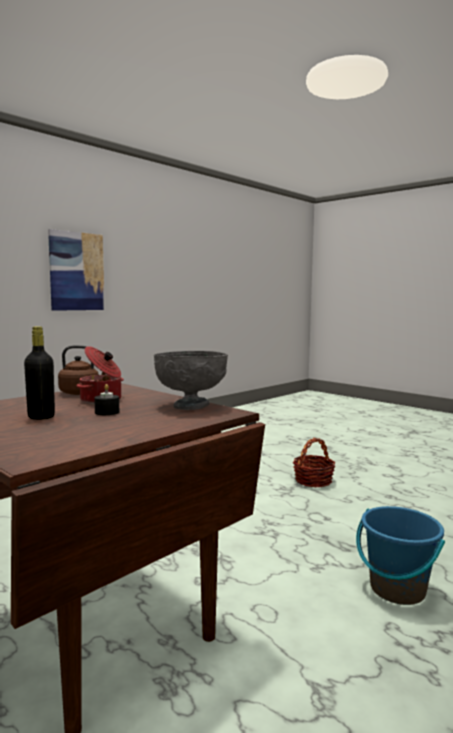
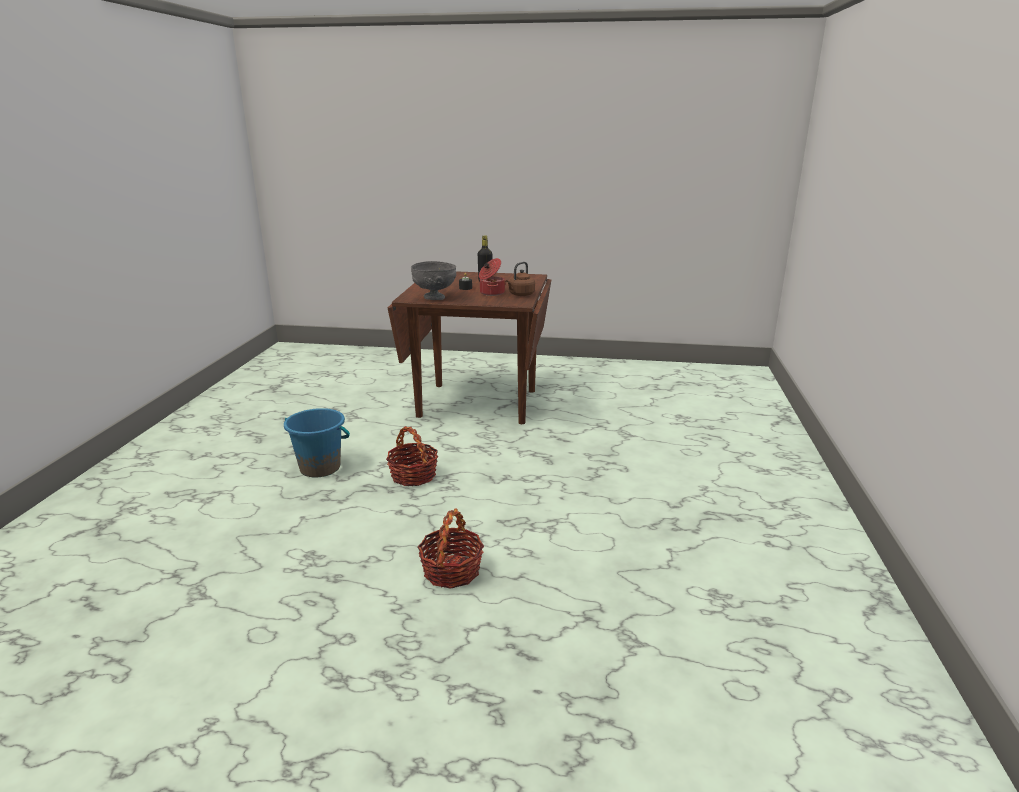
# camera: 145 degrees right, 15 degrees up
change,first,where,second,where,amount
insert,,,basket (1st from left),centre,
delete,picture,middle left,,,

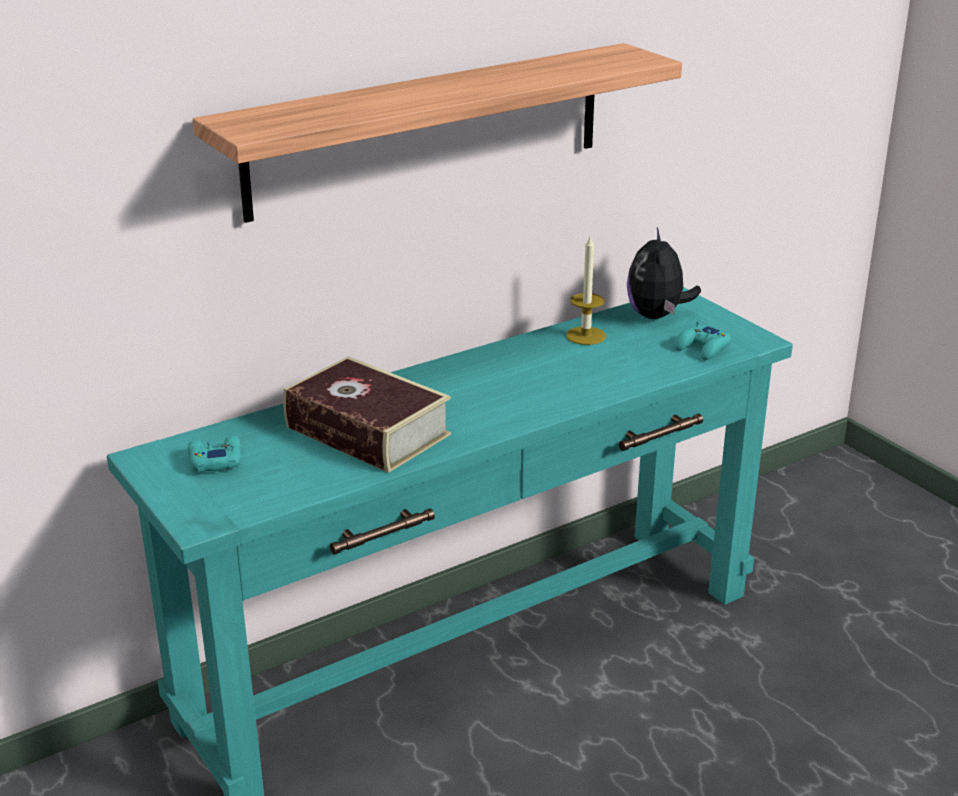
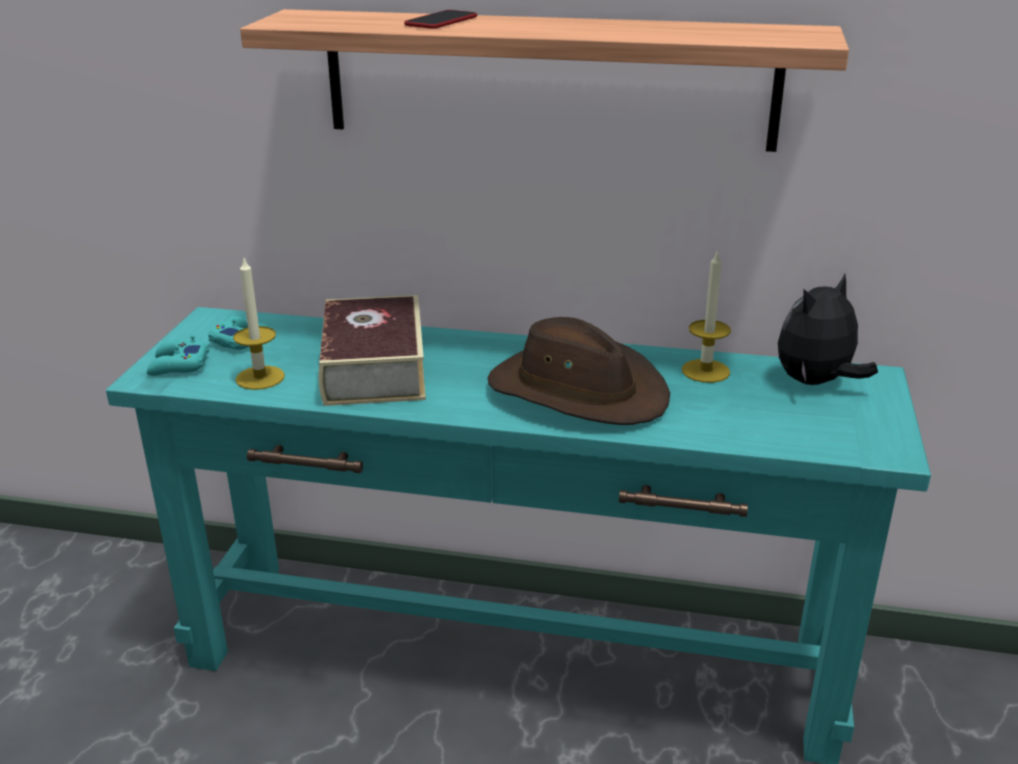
# camera: 45 degrees right, 0 degrees up
change,first,where,second,where,amount
move,game controller/turquoise-coloured (2nd from left in the first image),middle right,game controller/turquoise-coloured (1st from left),middle left,
insert,,,candle (1st from left),middle left,
insert,,,handset,top centre,
insert,,,clothing hat/brownish,centre,

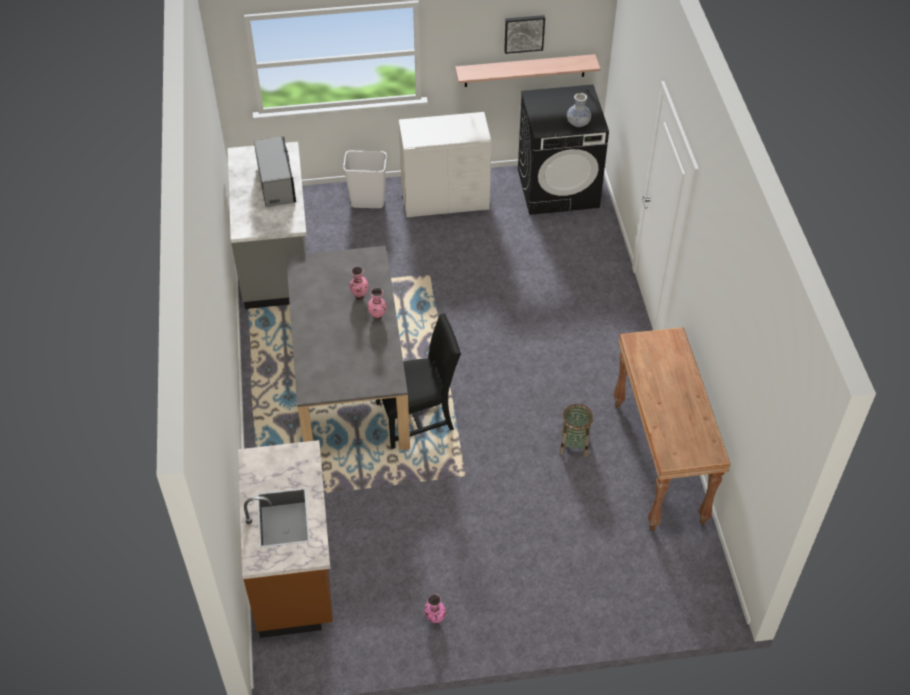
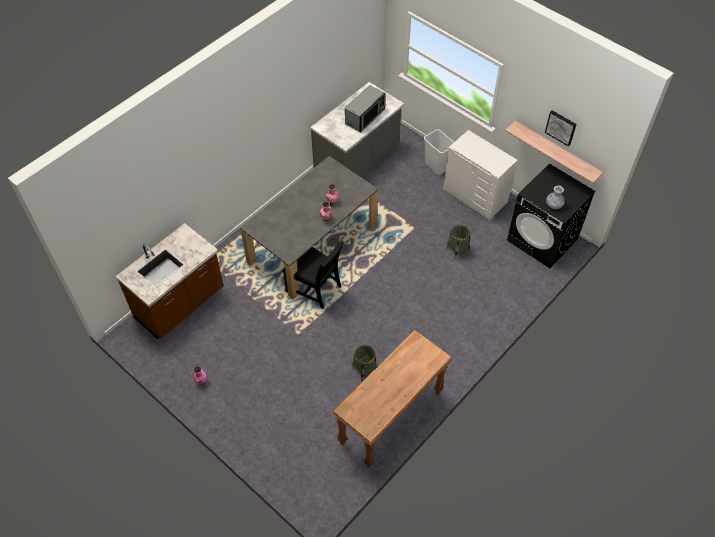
# camera: 50 degrees right, 5 degrees up
change,first,where,second,where,amount
insert,,,basket (2nd from left),centre,

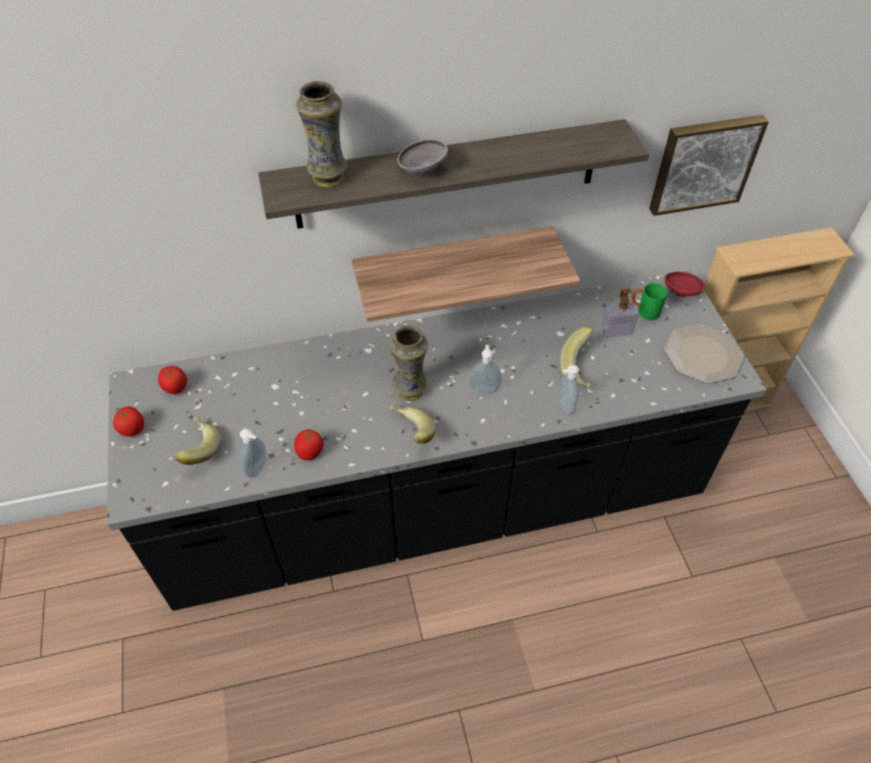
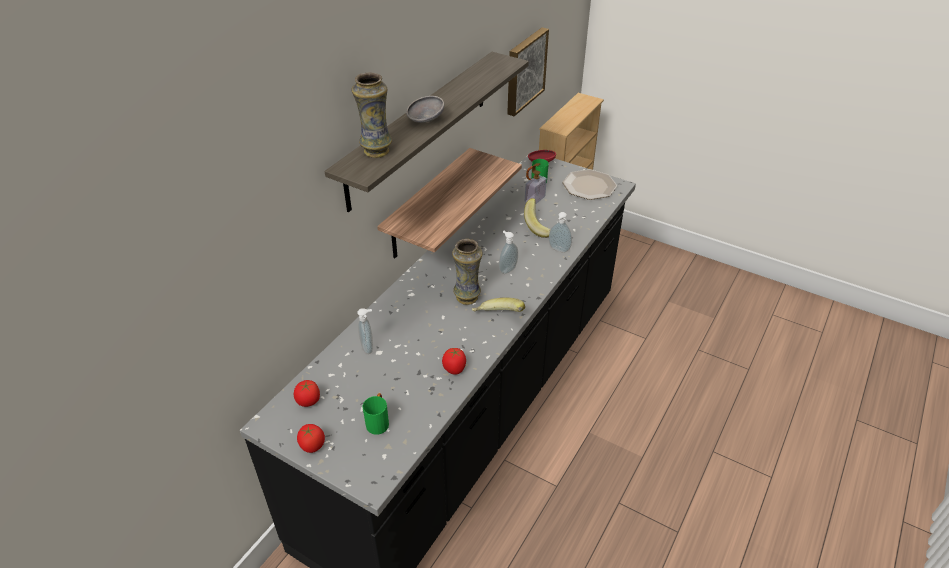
# camera: 45 degrees left, 10 degrees down
change,first,where,second,where,amount
move,liquid soap bottle (1st from left),middle left,,centre,
replace,banana (1st from left),middle left,tea mug/greenish (1st from left),bottom centre,

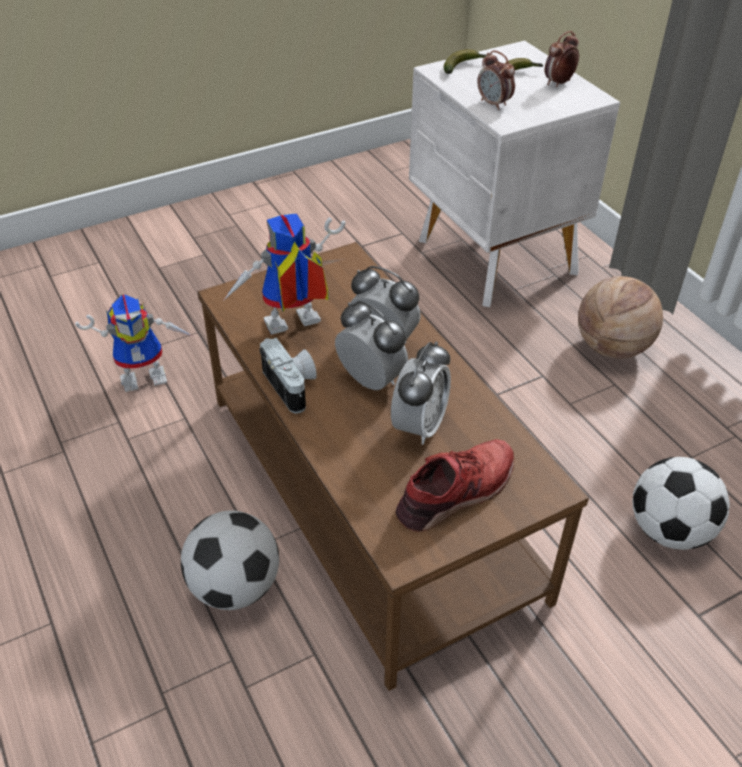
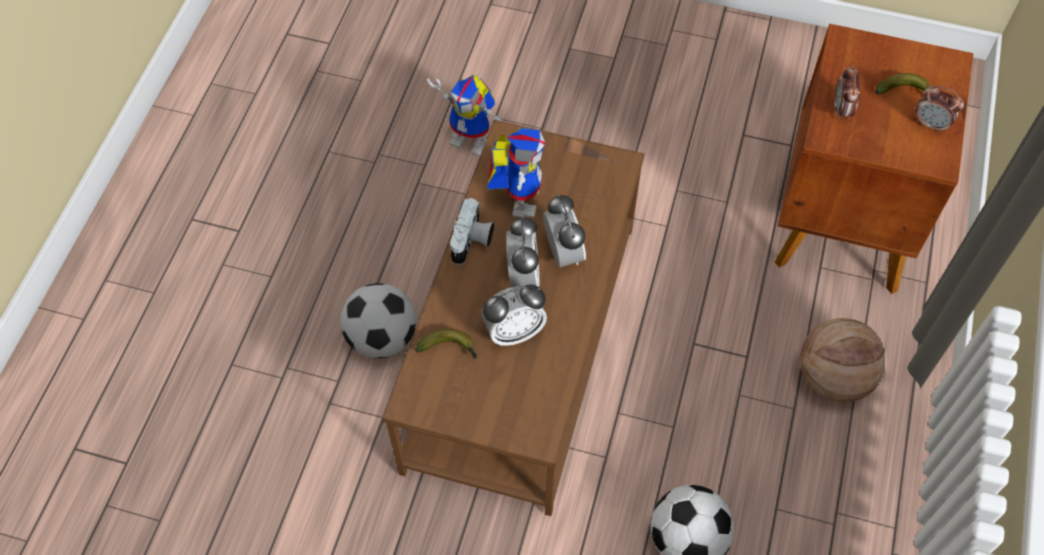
# camera: 45 degrees right, 15 degrees up
change,first,where,second,where,amount
move,banana (1st from left),top centre,,centre,
rotate,robot figure (2nd from left),centre,,top centre,75 degrees clockwise
recolor,bedside table/white,top right,bedside table/brownish,top right,
rotate,bedside clock (5th from left),top right,,top right,150 degrees counterclockwise
delete,shoe/red,centre,,,

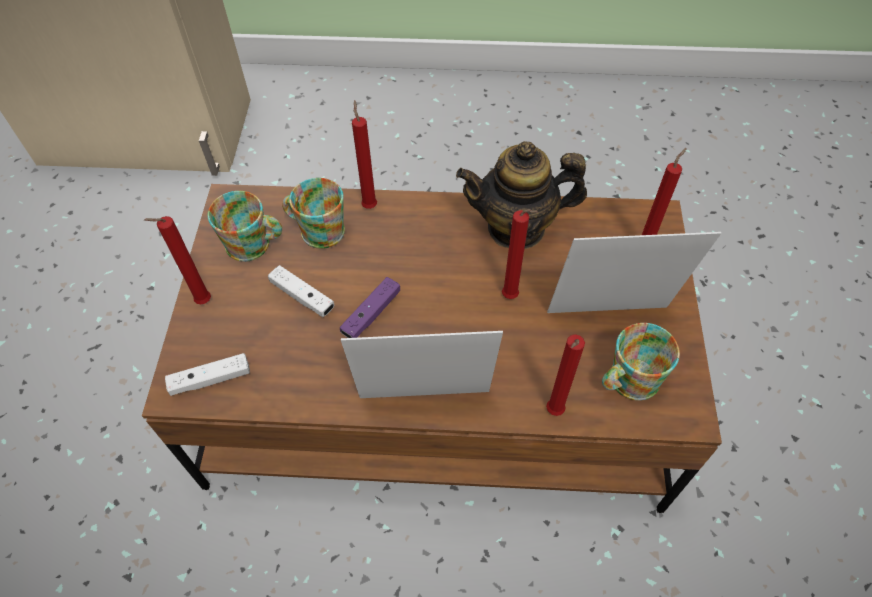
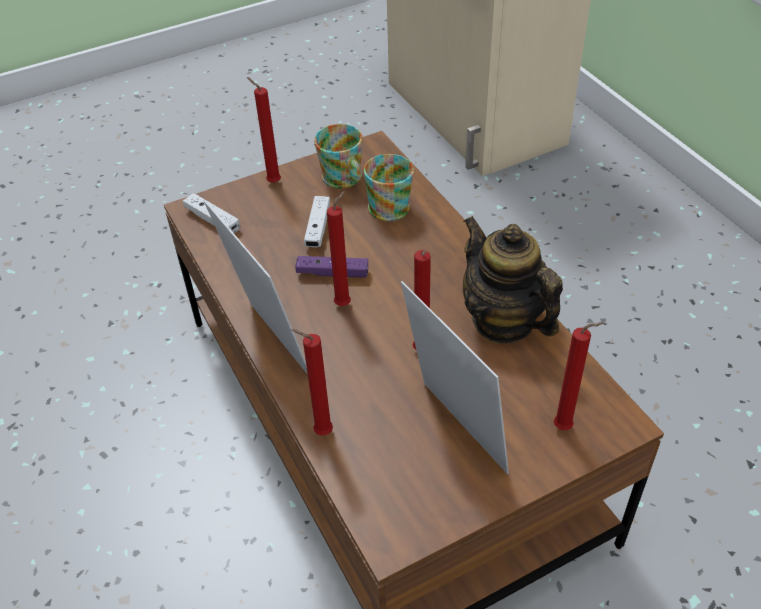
# camera: 60 degrees right, 10 degrees down
change,first,where,second,where,amount
move,candle/red (2nd from left in the first image),top centre,candle/red (3rd from left),centre,
delete,tea mug (3rd from left),middle right,,,

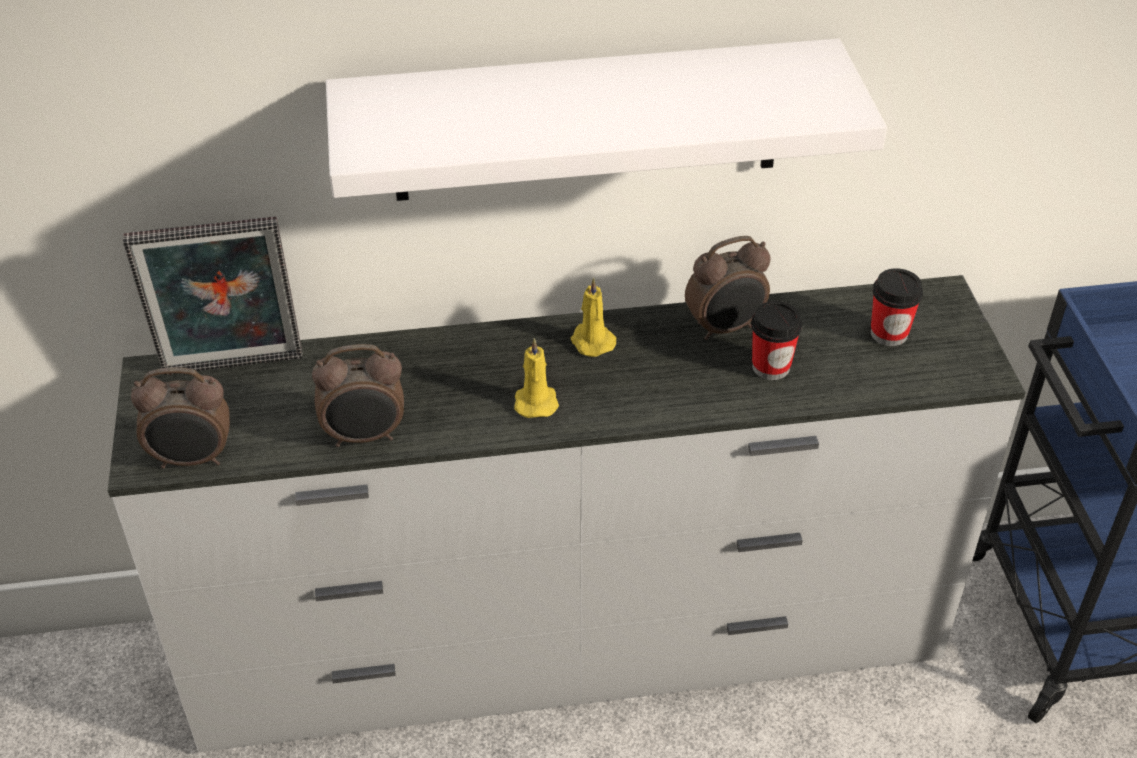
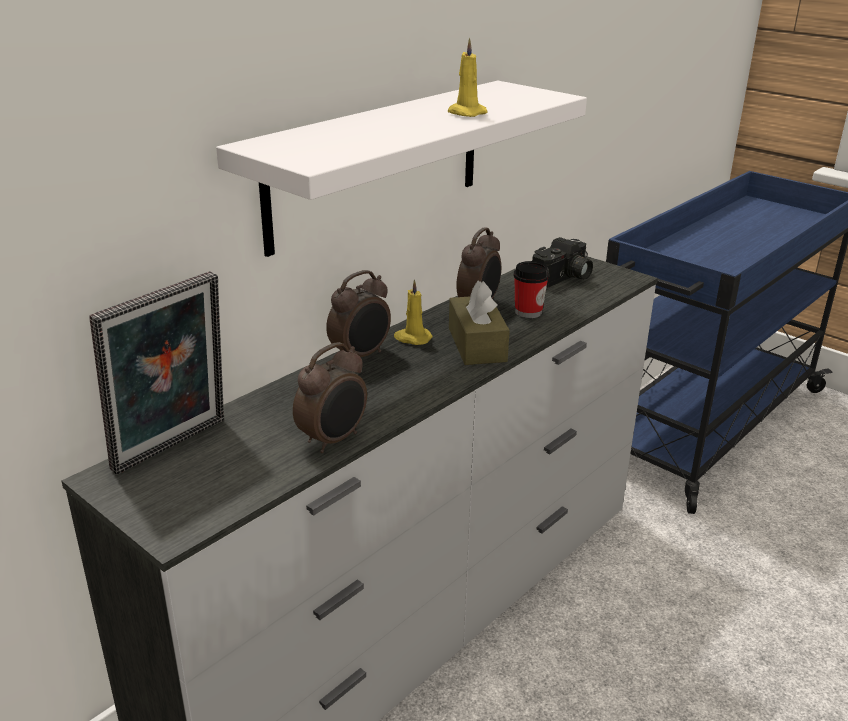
# camera: 40 degrees left, 15 degrees down
change,first,where,second,where,amount
move,bedside clock (1st from left in the first image),middle left,bedside clock (2nd from left),centre,
move,candle/yellow-coloured (1st from left in the first image),centre,candle/yellow-coloured (2nd from left),top centre,
insert,,,tissue box/brownish,centre,
replace,drinking cup (2nd from left),middle right,photo camera,centre,

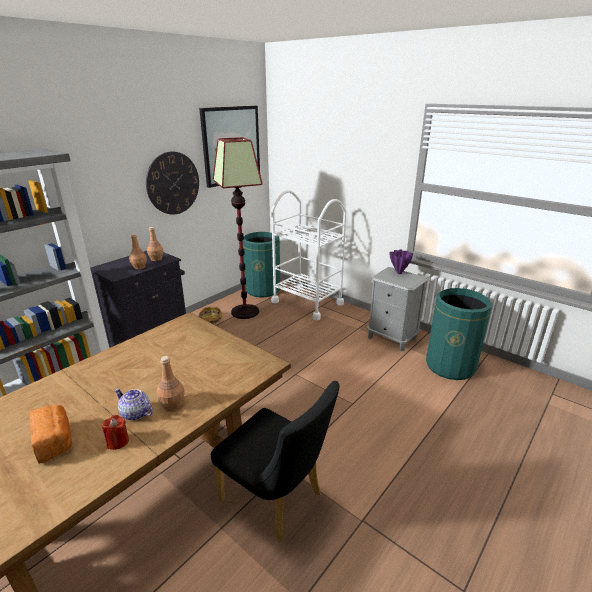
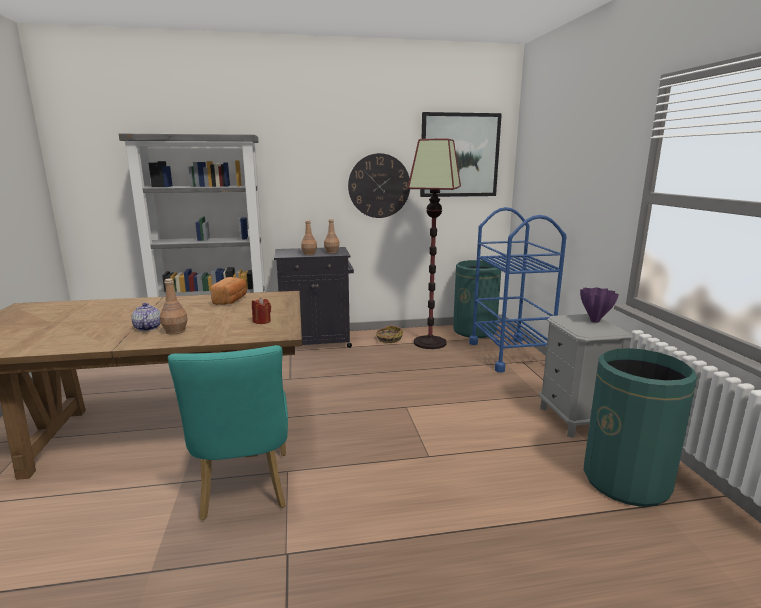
# camera: 40 degrees right, 10 degrees down
change,first,where,second,where,amount
recolor,chair/black,bottom centre,chair/turquoise-coloured,bottom left,
move,bakery bread,bottom left,,middle left,
move,candle/red,bottom left,,centre,
recolor,cart/white,centre,cart/bluish,middle right,

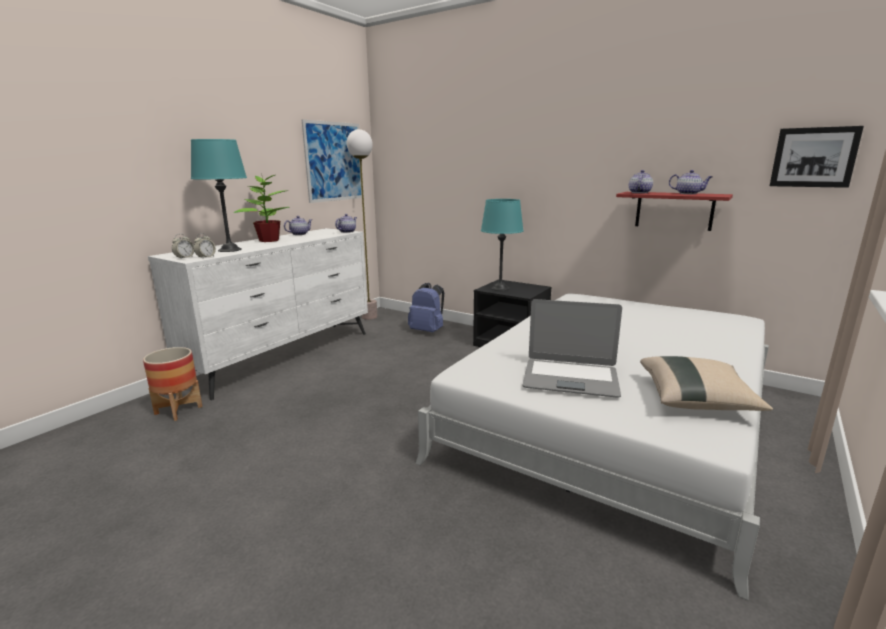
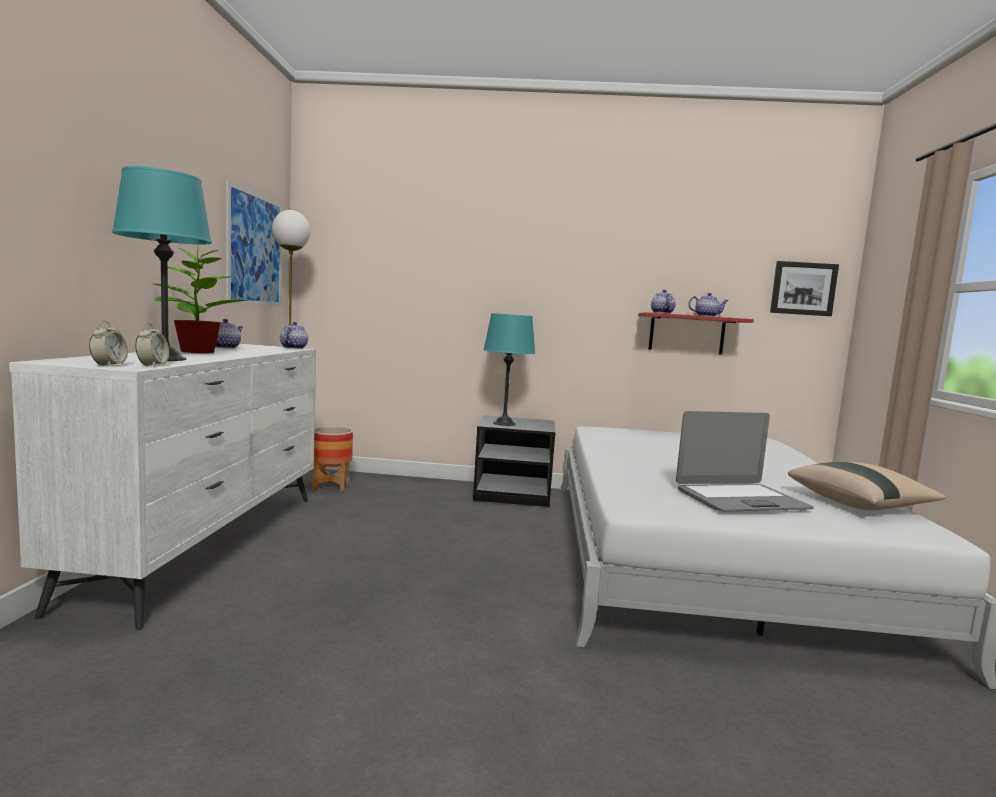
# camera: 30 degrees left, 10 degrees down
change,first,where,second,where,amount
move,planter,middle left,,centre,
delete,knapsack/bluish,centre,,,

